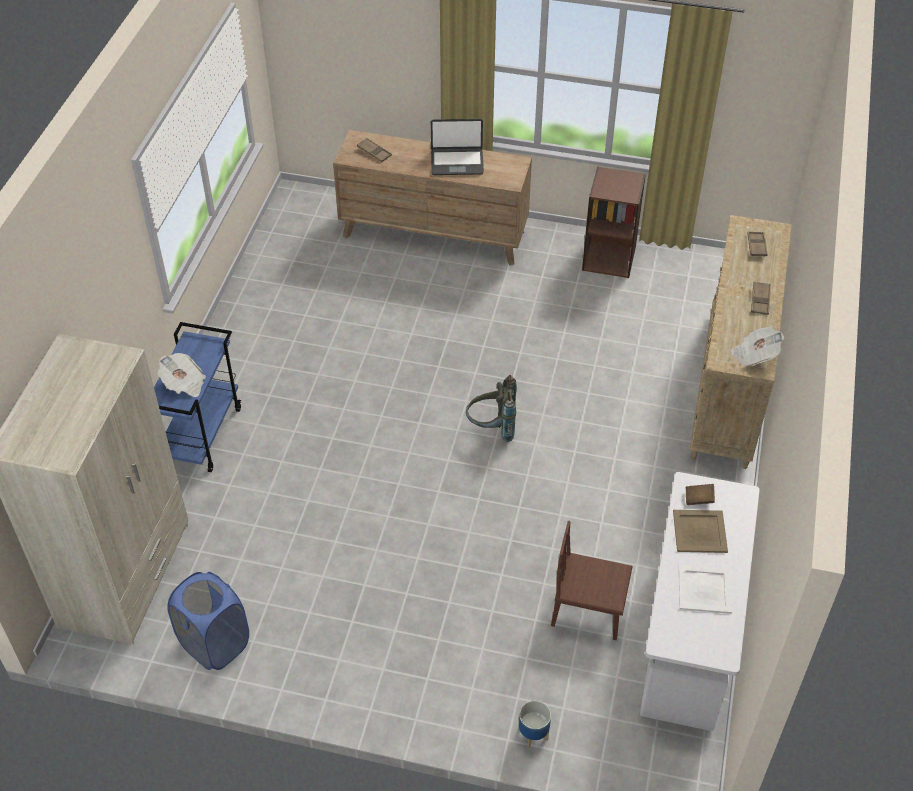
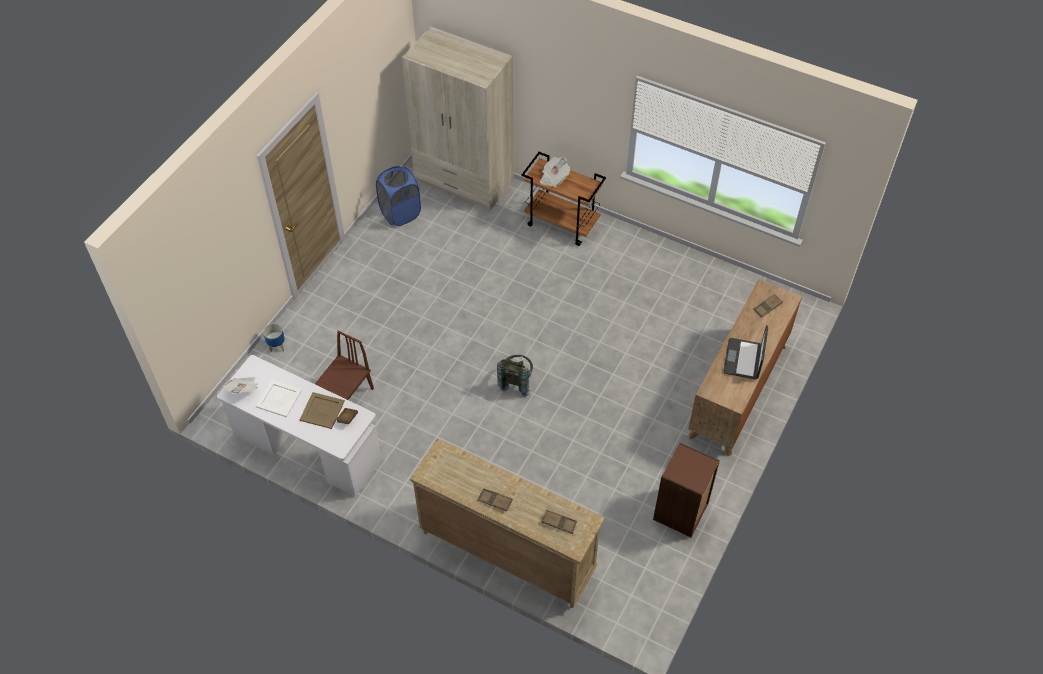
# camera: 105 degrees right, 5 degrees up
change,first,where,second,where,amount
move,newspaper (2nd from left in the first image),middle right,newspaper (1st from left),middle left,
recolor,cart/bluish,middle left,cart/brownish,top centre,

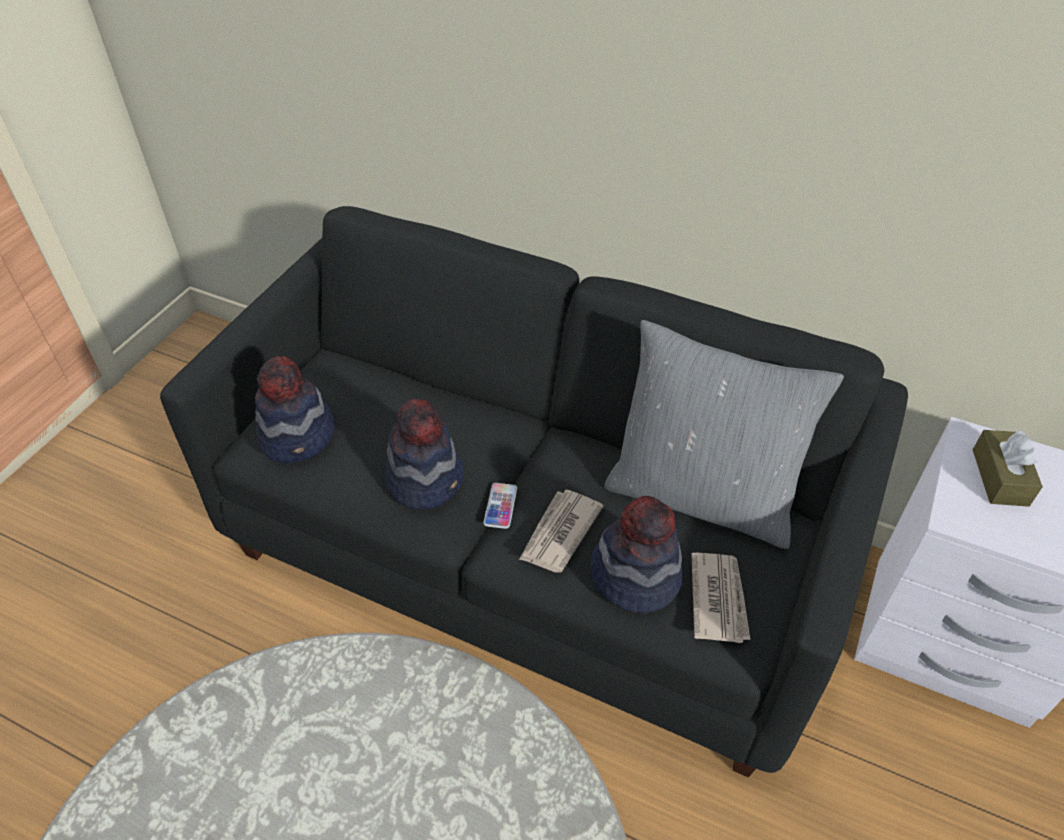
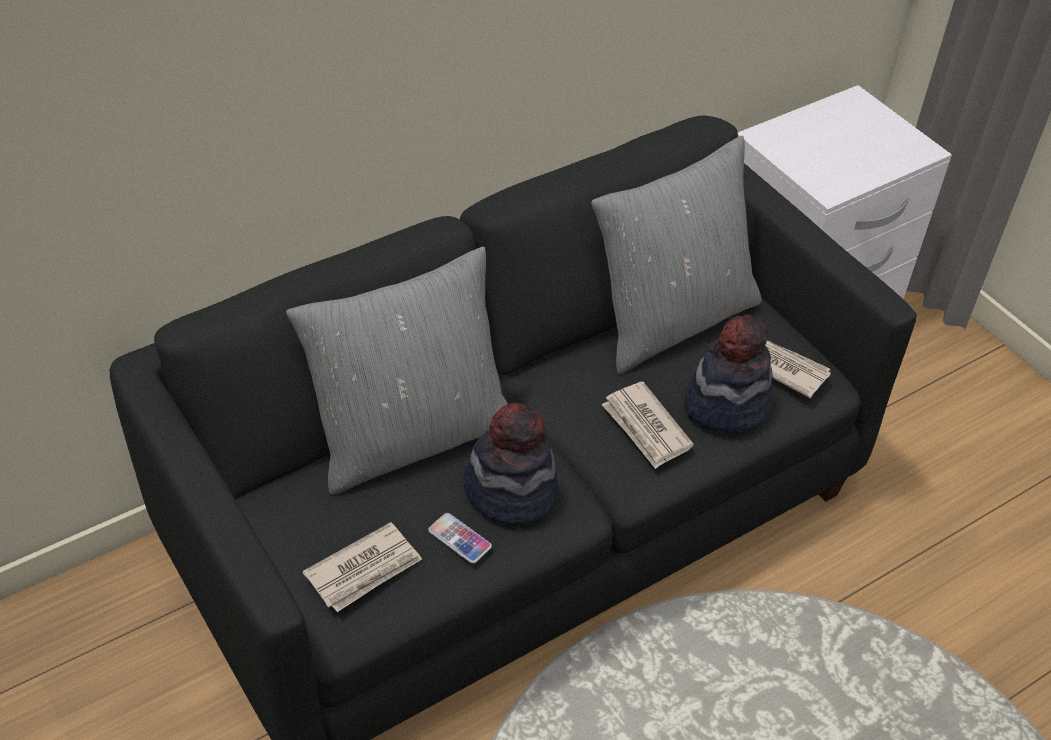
# camera: 60 degrees left, 0 degrees up
change,first,where,second,where,amount
insert,,,throw pillow/greyish (1st from left),centre,
replace,clothing hat (1st from left),middle left,newspaper (1st from left),bottom centre,
move,handset,centre,,bottom centre,
delete,tissue box/brownish,middle right,,,

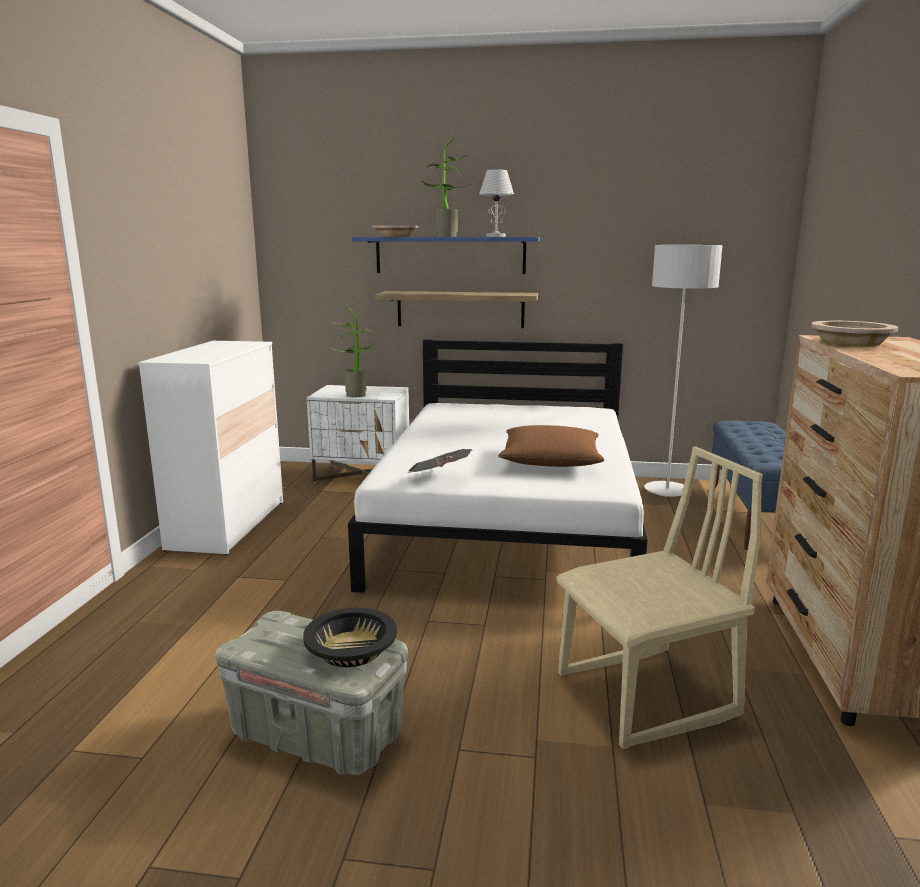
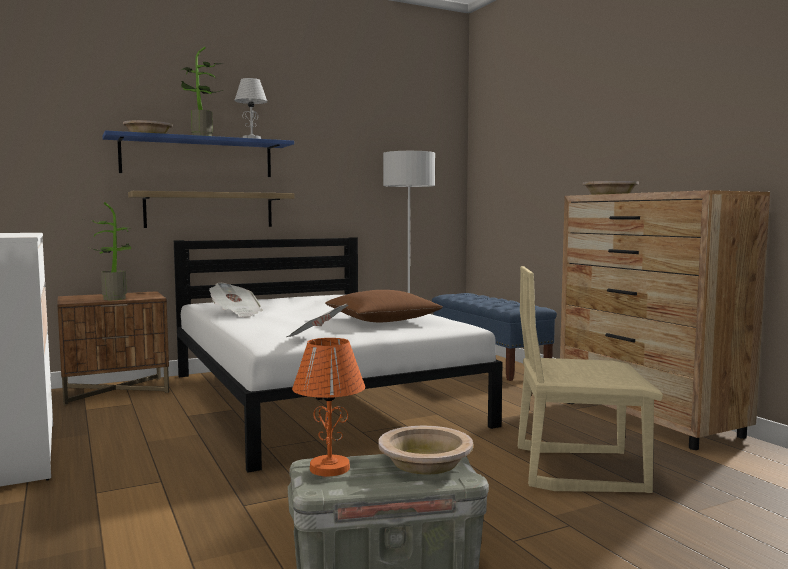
# camera: 35 degrees left, 10 degrees down
change,first,where,second,where,amount
recolor,bedside table/white,centre,bedside table/brownish,middle left,
insert,,,newspaper (1st from left),middle left,
insert,,,table lamp/orange,bottom centre,
recolor,deep dish/black,bottom centre,deep dish/beige-coloured (2nd from left),bottom centre,
rotate,chair/beige-coloured,bottom right,,middle right,120 degrees counterclockwise

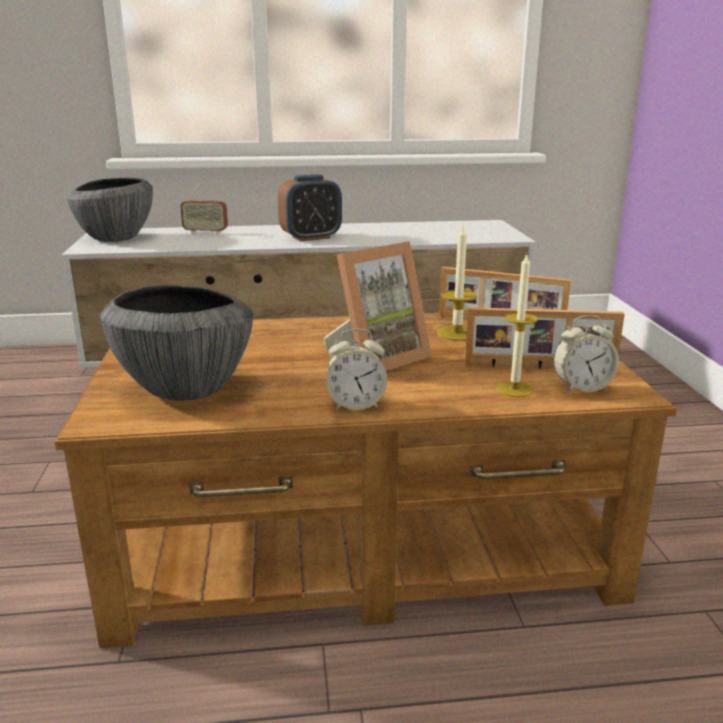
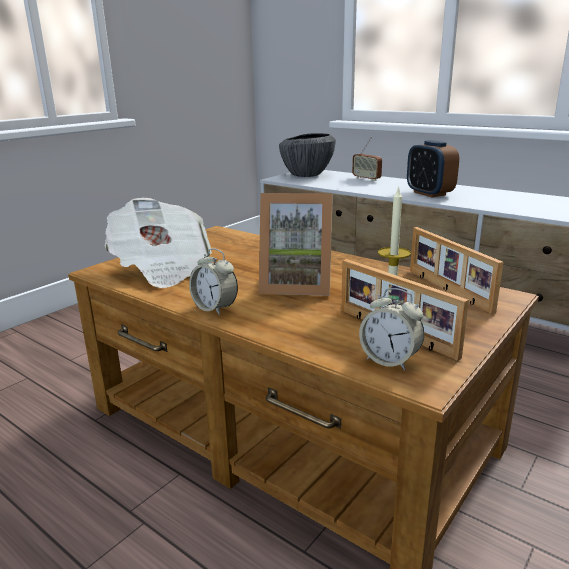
# camera: 45 degrees right, 0 degrees up
change,first,where,second,where,amount
replace,deep dish (2nd from left),middle left,newspaper,middle left,
rotate,bedside clock (1st from left in the first image),top centre,bedside clock (3rd from left),top right,45 degrees clockwise
delete,candle (2nd from left),middle right,,,

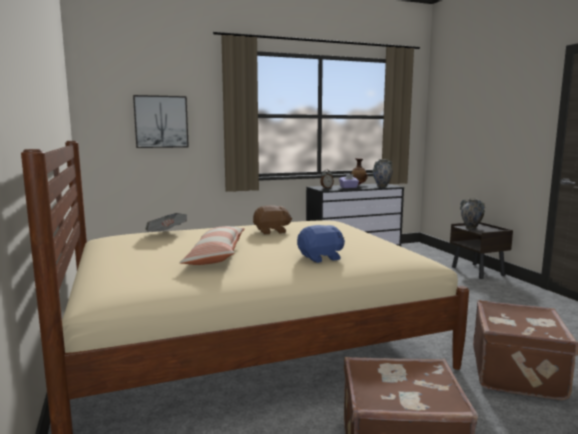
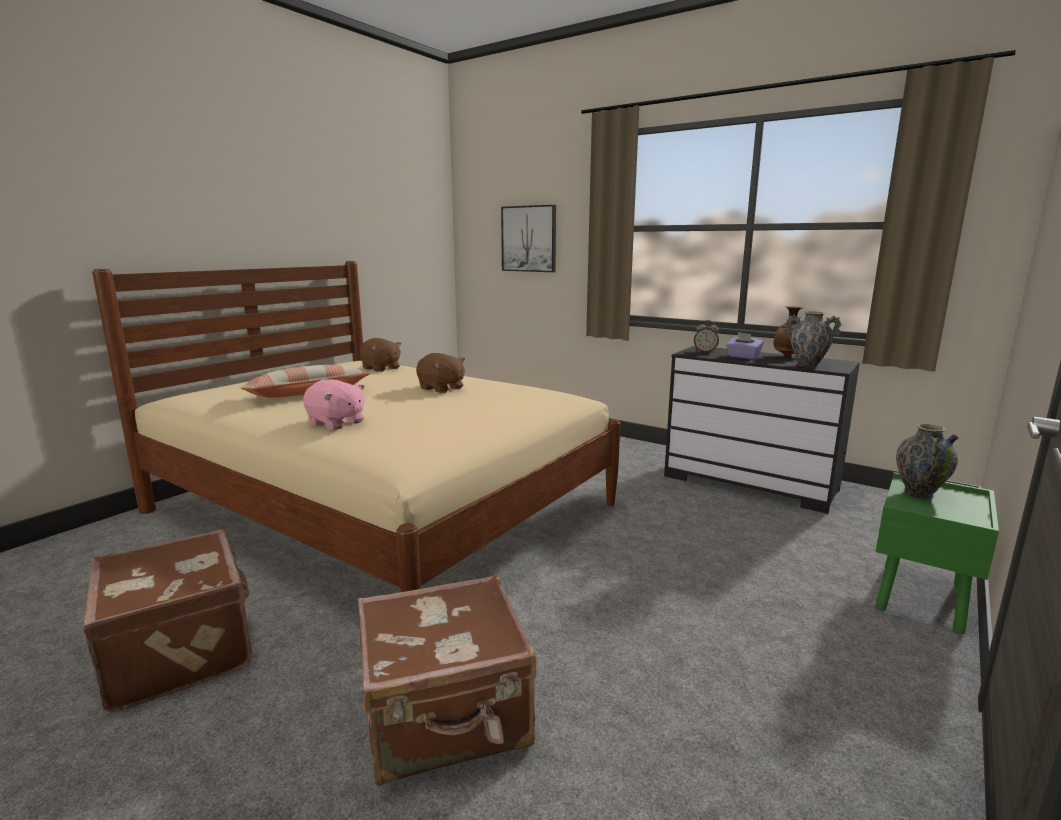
# camera: 55 degrees right, 5 degrees up
change,first,where,second,where,amount
recolor,plush toy/bluish,centre,plush toy/pinkish,middle left,
replace,newspaper,middle left,plush toy/brownish (1st from left),centre,
recolor,bedside table/brownish,middle right,bedside table/greenish,bottom right,

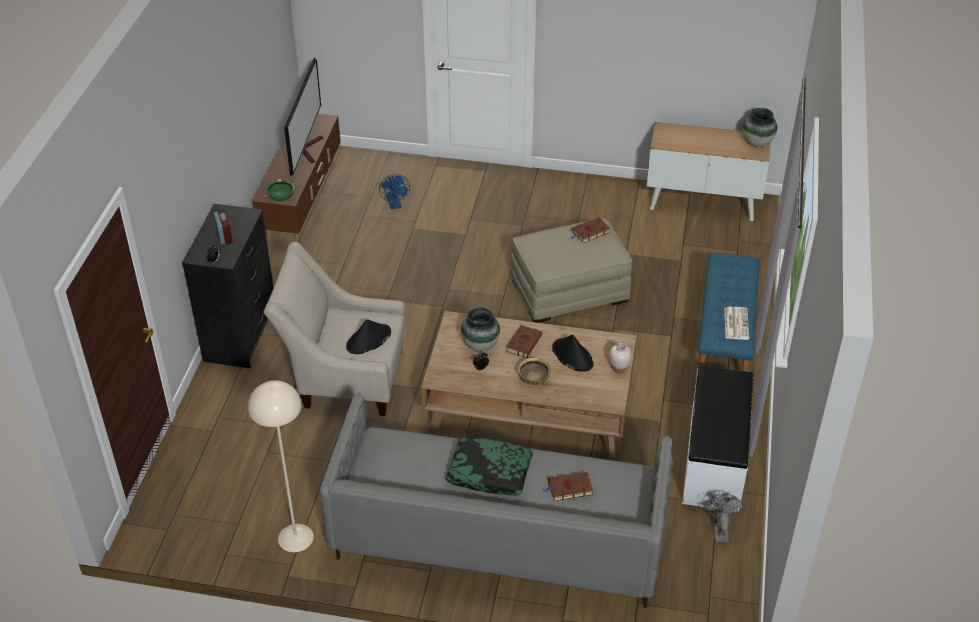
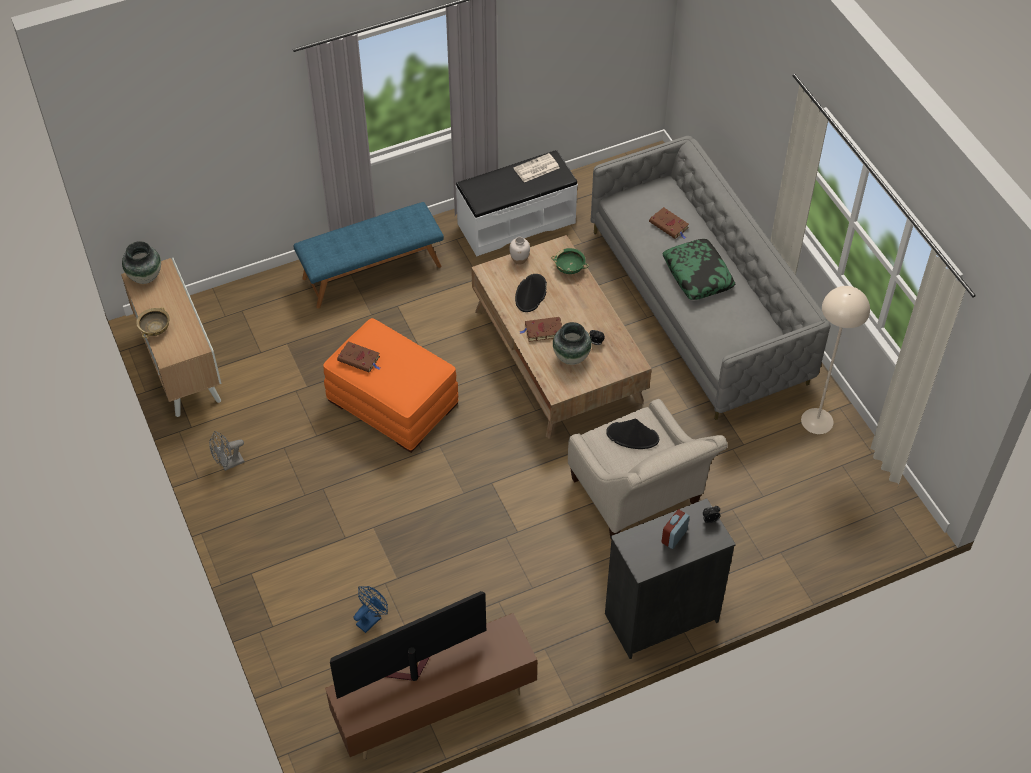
# camera: 125 degrees left, 10 degrees up
change,first,where,second,where,amount
move,deep dish/beige-coloured,centre,,middle left,
move,electric fan/greyish,bottom right,,middle left,
recolor,footrest/beige-coloured,centre,footrest/orange,centre,
move,newspaper,middle right,,top centre,
move,deep dish/greenish,top left,,centre,

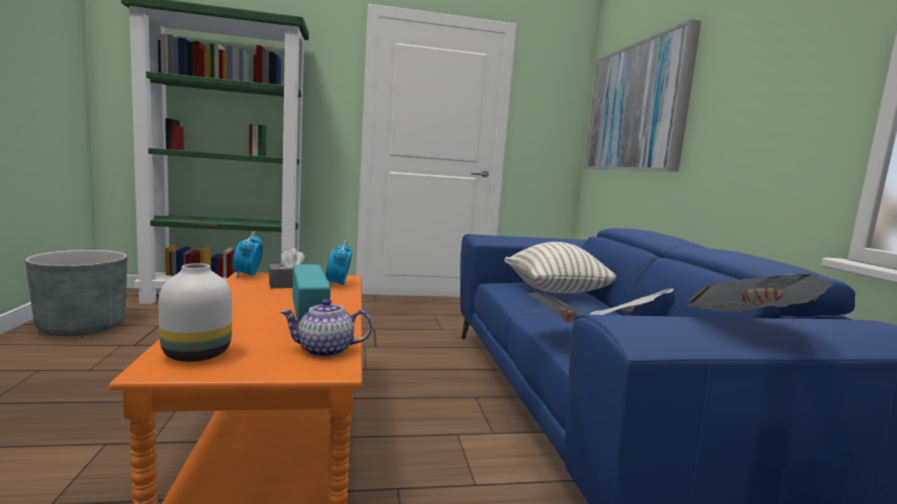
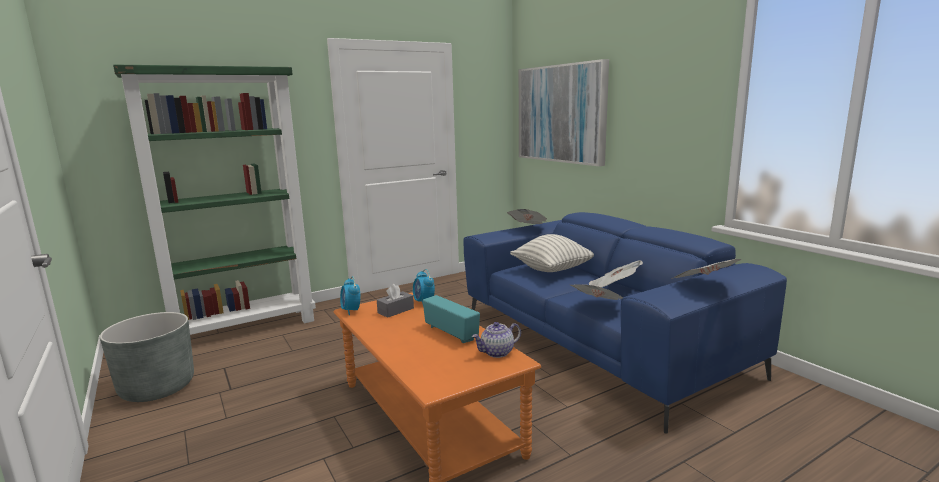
# camera: 20 degrees left, 5 degrees up
change,first,where,second,where,amount
insert,,,newspaper (1st from left),centre,
delete,decorative vase/white,middle left,,,

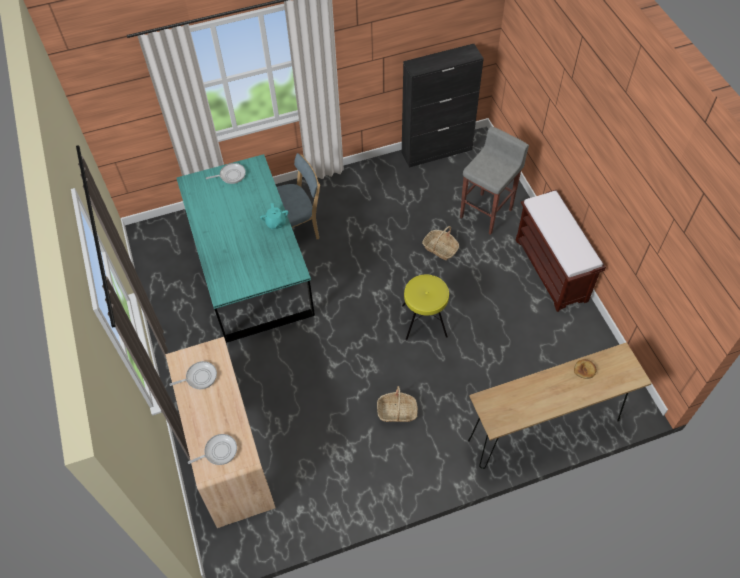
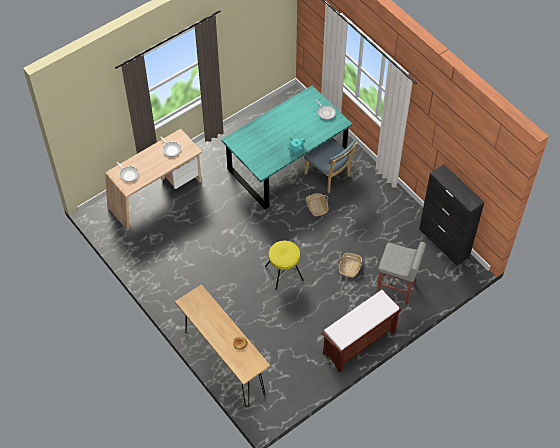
# camera: 70 degrees right, 0 degrees up
change,first,where,second,where,amount
move,basket (1st from left),bottom centre,,centre,

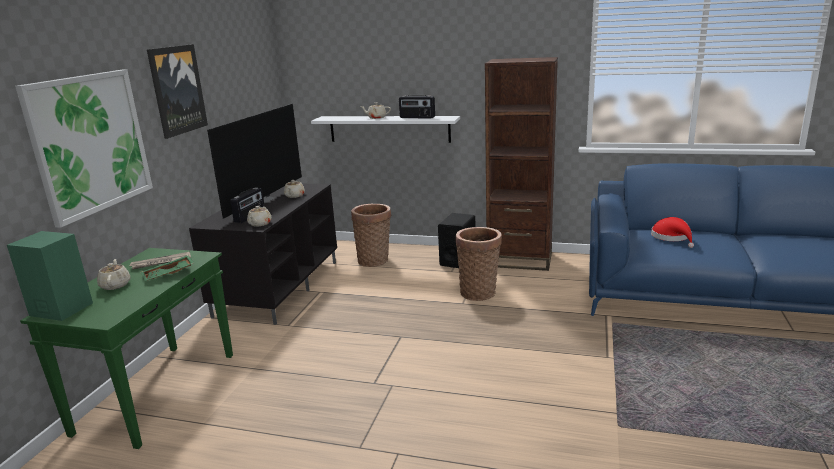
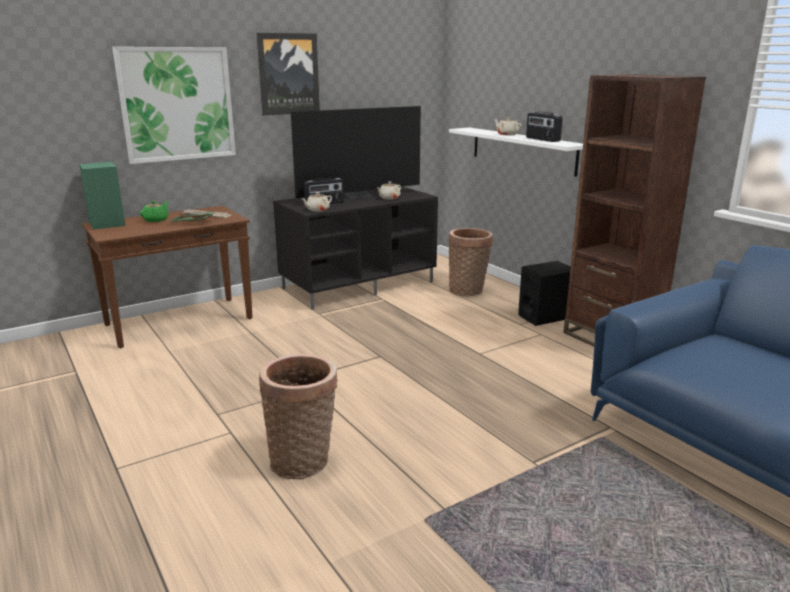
# camera: 40 degrees right, 0 degrees up
change,first,where,second,where,amount
recolor,console table/greenish,bottom left,console table/brownish,middle left,
recolor,tea pot/beige-coloured (1st from left),middle left,tea pot/greenish,middle left,
move,basket (2nd from left in the first image),centre,basket (1st from left),bottom centre,
delete,clothing hat/red,middle right,,,

